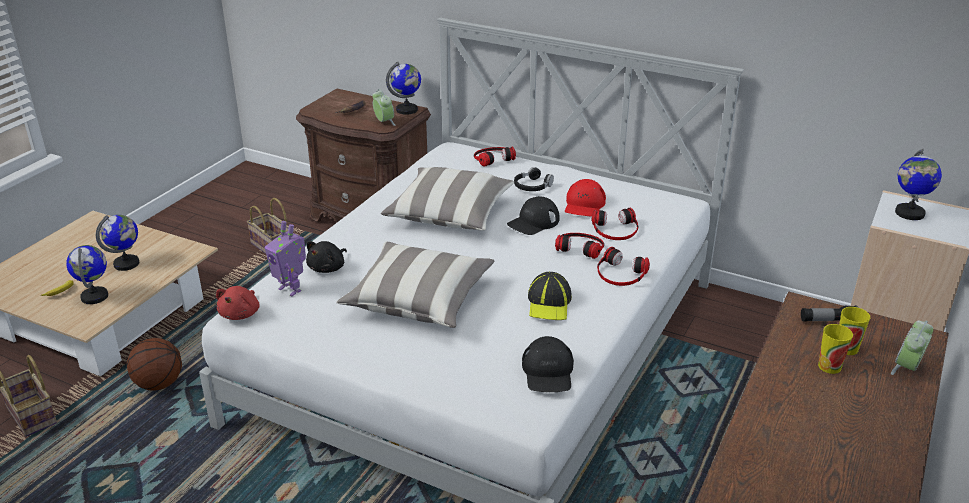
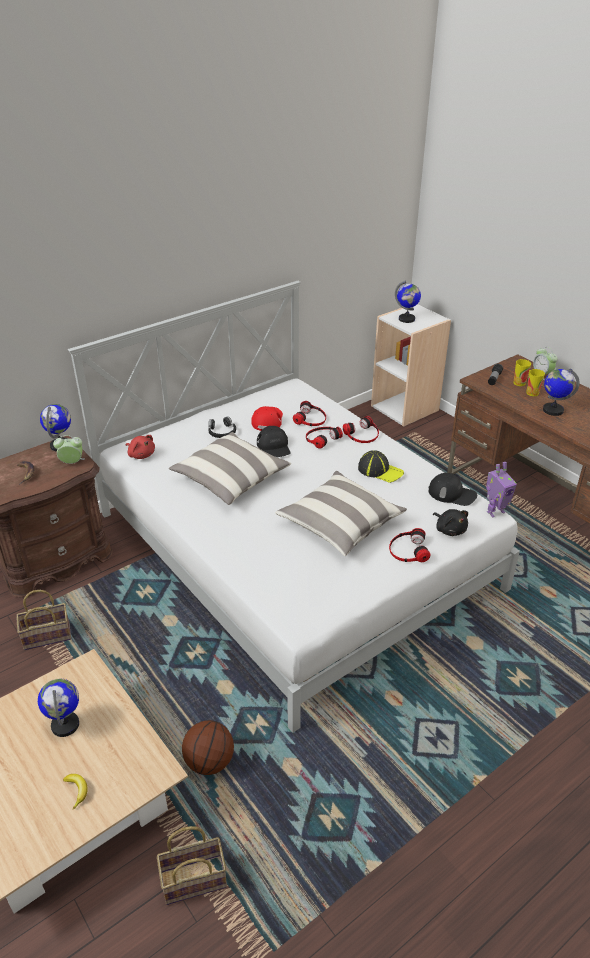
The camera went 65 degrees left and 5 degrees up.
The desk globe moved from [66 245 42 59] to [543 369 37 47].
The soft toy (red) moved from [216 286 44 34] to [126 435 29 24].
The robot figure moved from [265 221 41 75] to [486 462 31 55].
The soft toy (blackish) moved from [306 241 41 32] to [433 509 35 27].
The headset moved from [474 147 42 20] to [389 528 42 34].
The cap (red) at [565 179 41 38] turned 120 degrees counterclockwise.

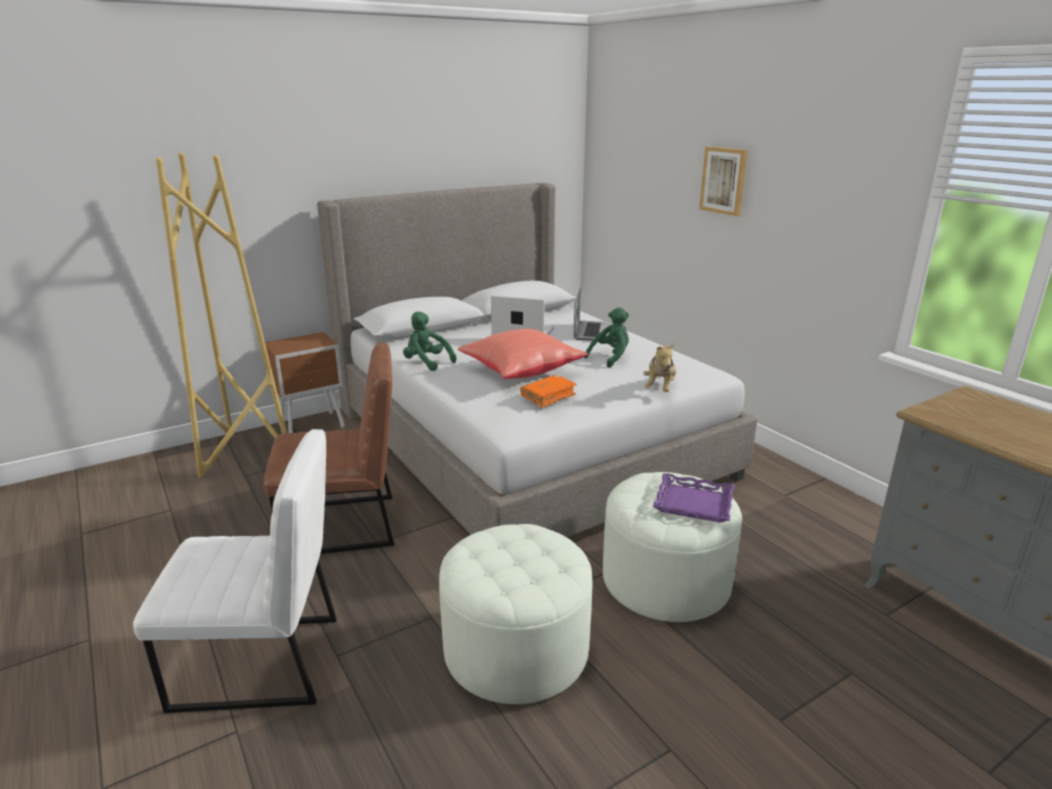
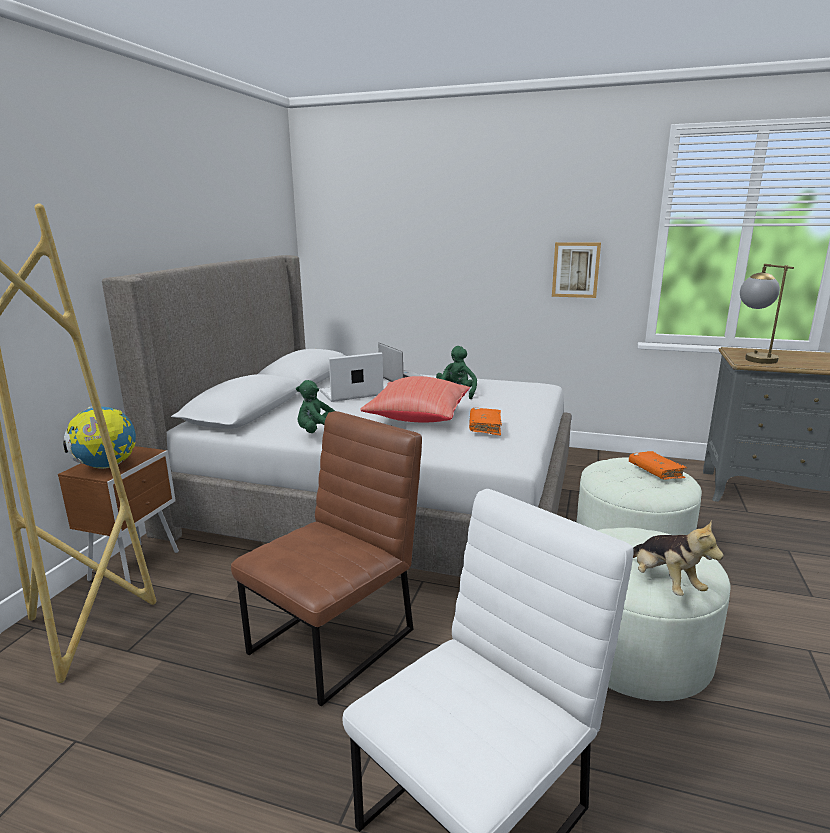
The camera went 40 degrees left and 5 degrees down.
The soft toy moved from [644 343 33 49] to [633 520 91 76].
The tray (purple) at [653 473 82 50] was replaced by the bound book (orange-coloured) at [629 451 58 29].
The wall art moved from [699 147 49 69] to [552 242 49 56].
The desk globe at [63 407 73 62] appeared.
The tabletop lamp at [740 264 54 100] appeared.

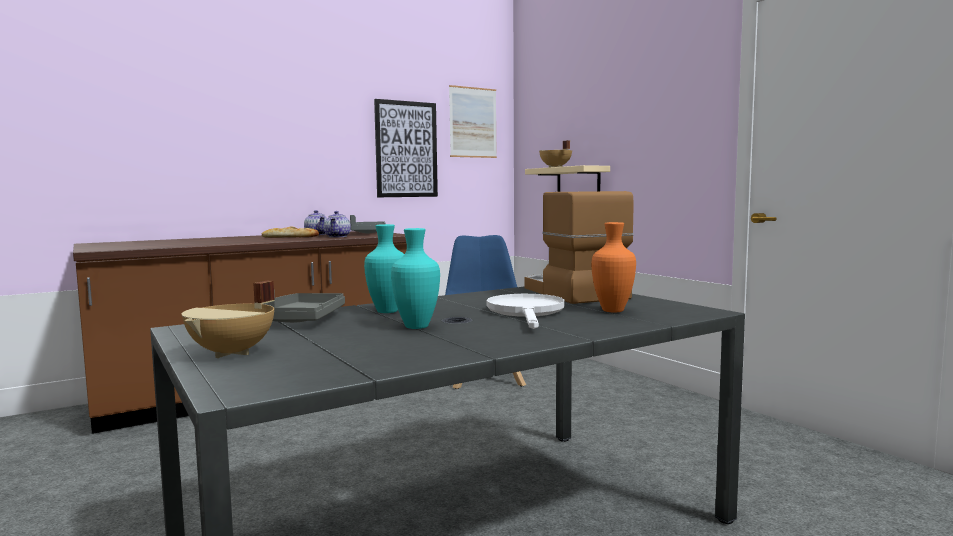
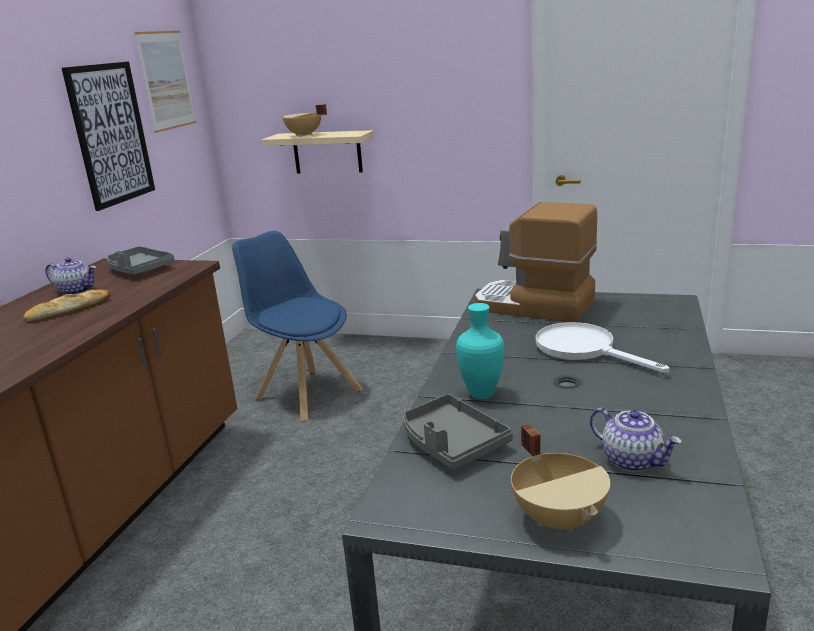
The camera went 40 degrees left and 15 degrees up.
The pot for tea moved from [324 211 27 26] to [590 408 92 64].
The vase (turquoise) at [391 228 49 101] disappeared.
The vase (orange-coloured) at [591 222 45 90] disappeared.

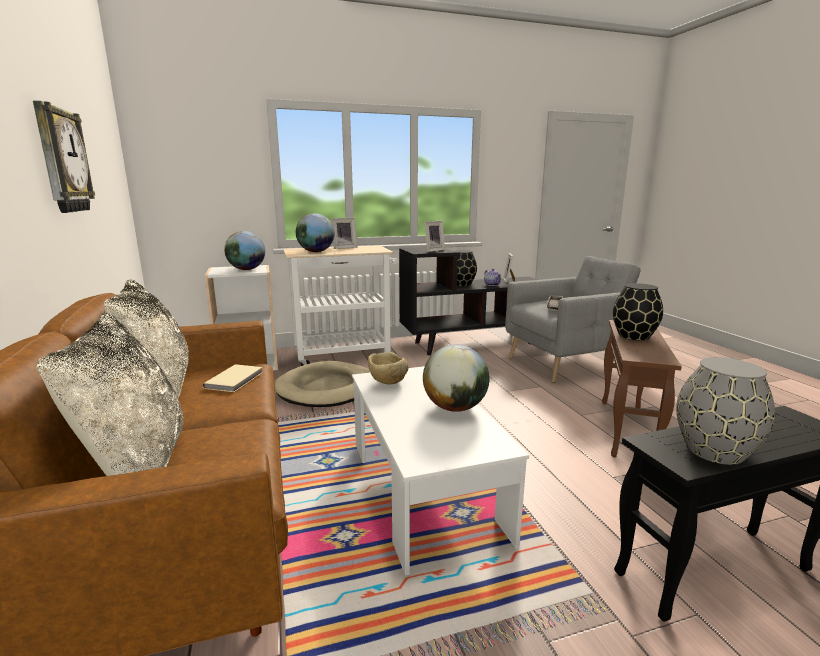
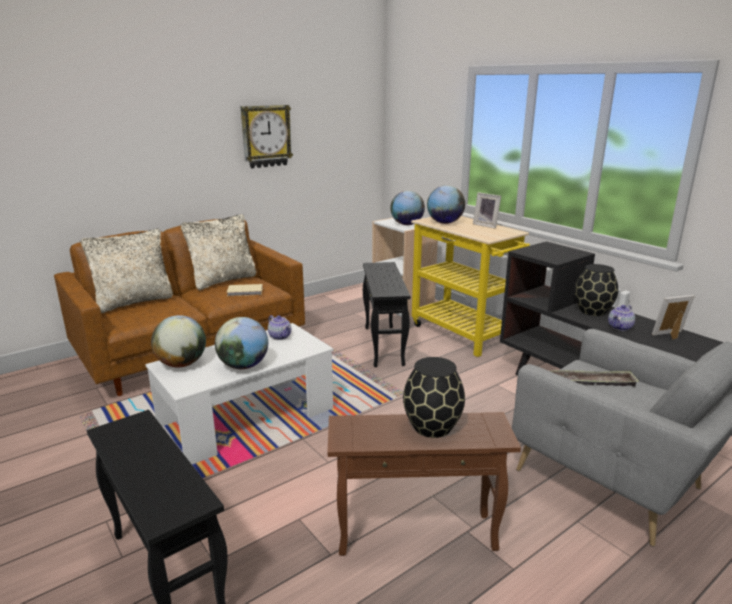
The camera went 70 degrees right and 5 degrees up.
The dog cushion (sand-coloured) at [275 361 95 46] was replaced by the accent table (blackish) at [363 262 48 105].
The trolley (white-coloured) at [283 246 116 120] became the trolley (yellowish) at [411 216 119 141].
The deep dish (sand-coloured) at [368 352 40 33] was replaced by the pot for tea at [268 315 23 25].
The photo frame at [425 221 20 31] disappeared.
The vase (gray) at [676 357 99 108] disappeared.
The desk globe at [151 315 55 53] appeared.

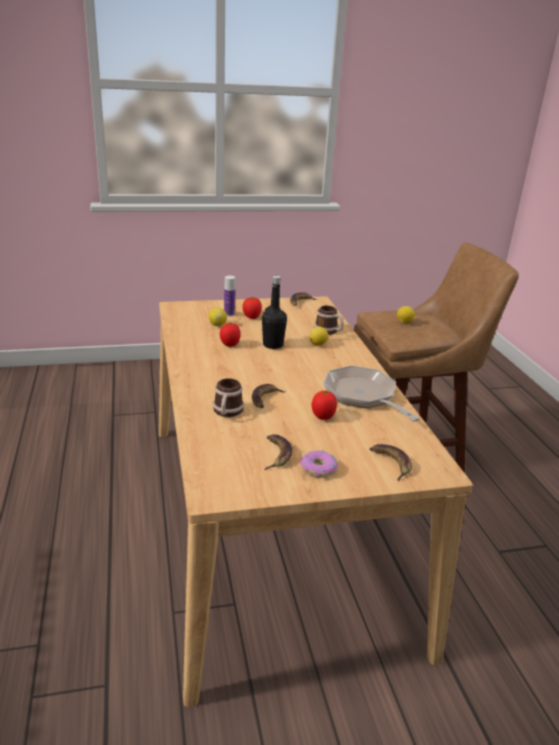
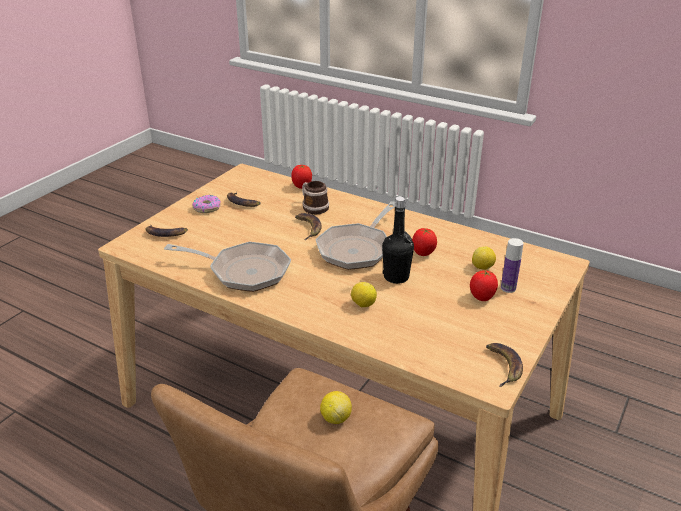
The camera went 135 degrees right and 5 degrees up.
The fresh tomato moved from [312 390 25 30] to [291 164 21 25].
The tea mug at [315 306 29 29] disappeared.
The skillet at [315 201 80 69] appeared.

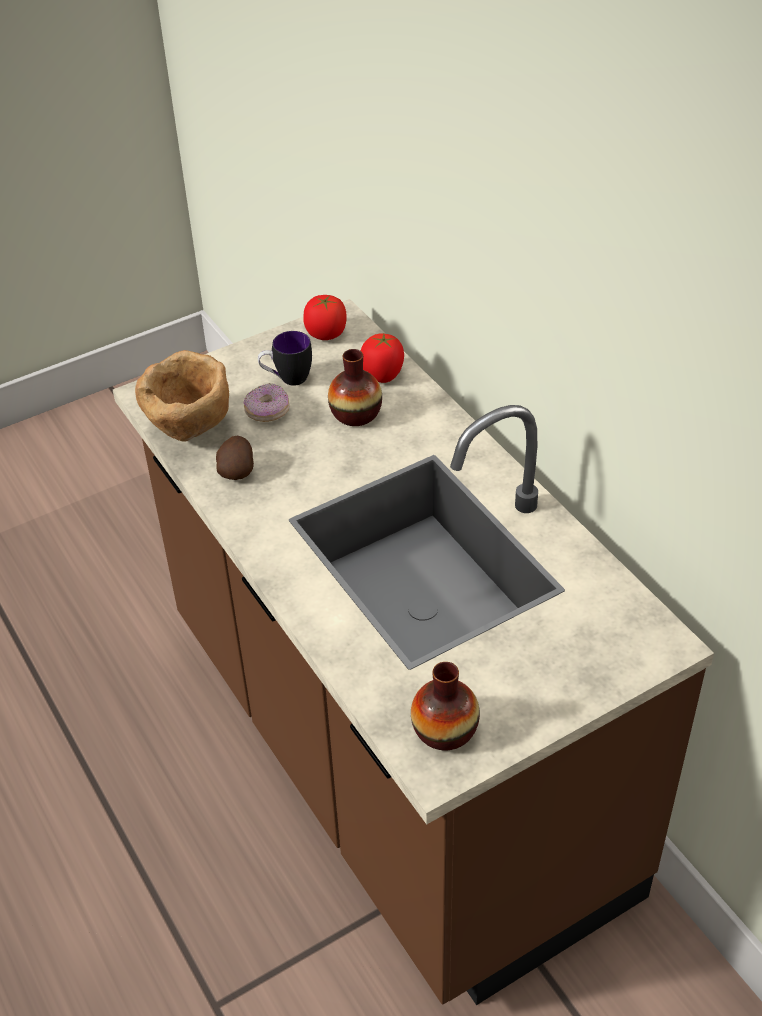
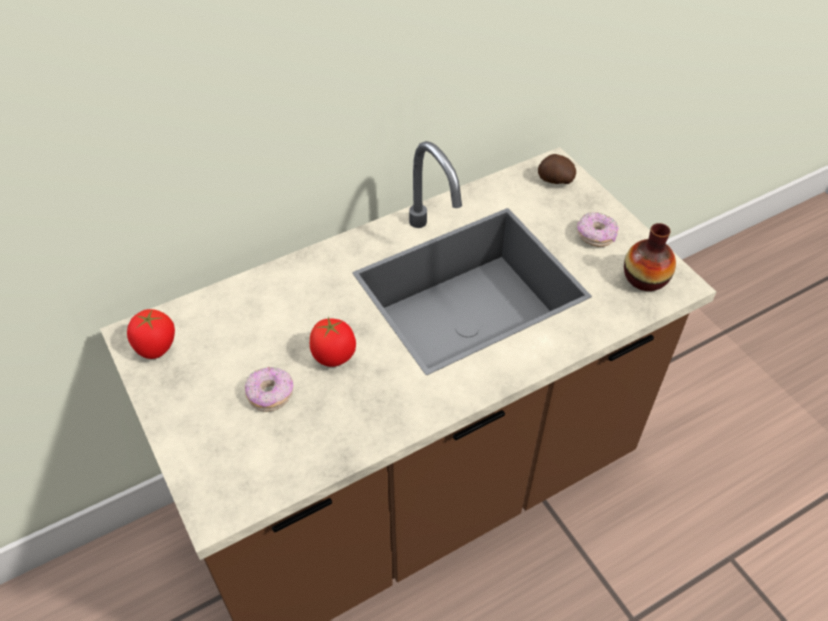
The camera went 90 degrees left and 5 degrees up.
The deep dish (brown) at [135 350 94 92] disappeared.
The whole potato moved from [216 436 38 44] to [538 154 38 30].
The tea mug at [258 331 54 55] disappeared.
The vase at [328 349 54 77] disappeared.
The fresh tomato moved from [361 333 43 50] to [310 317 46 50].
The donut at [577 212 42 35] appeared.

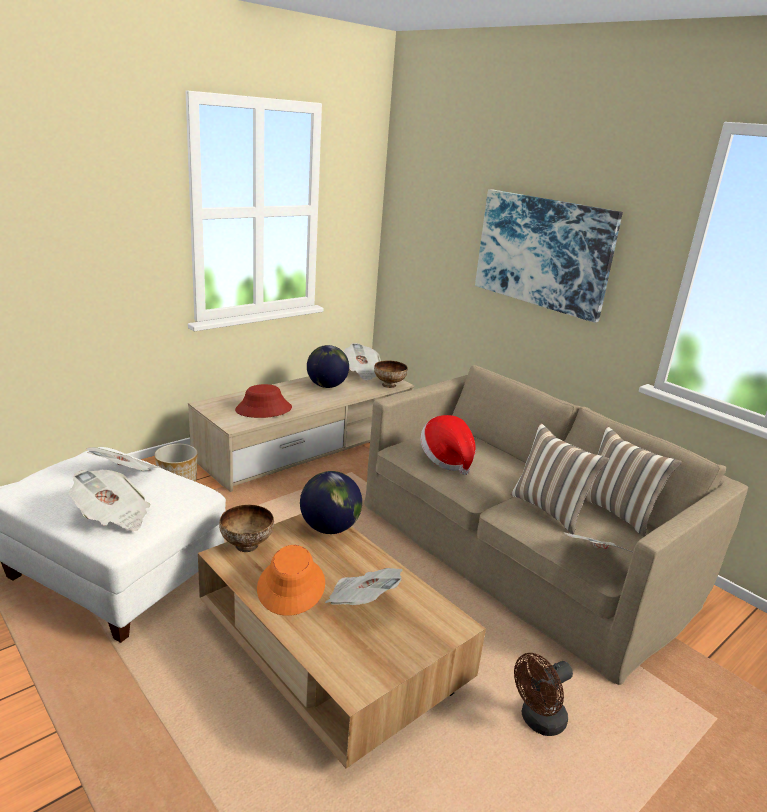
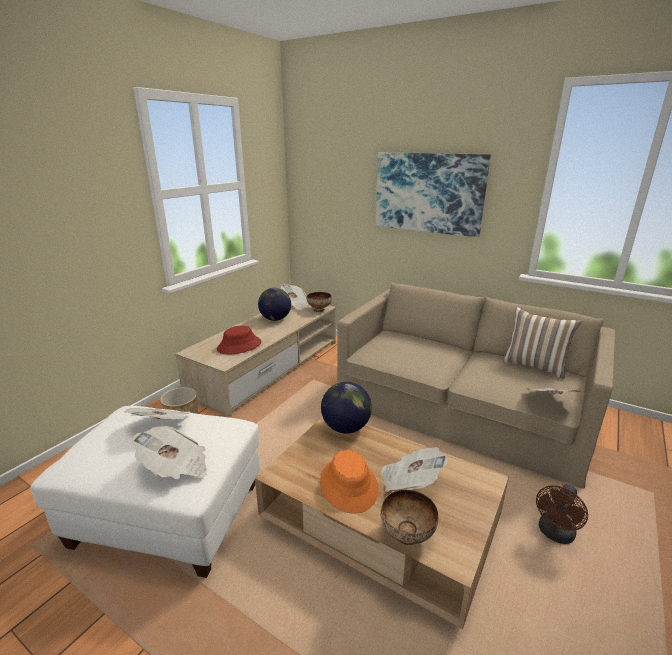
The camera went 15 degrees left and 0 degrees up.
The deep dish moved from [219 504 55 48] to [381 489 57 56].
The clothing hat at [420 415 56 60] disappeared.
The cushion at [511 424 98 110] disappeared.

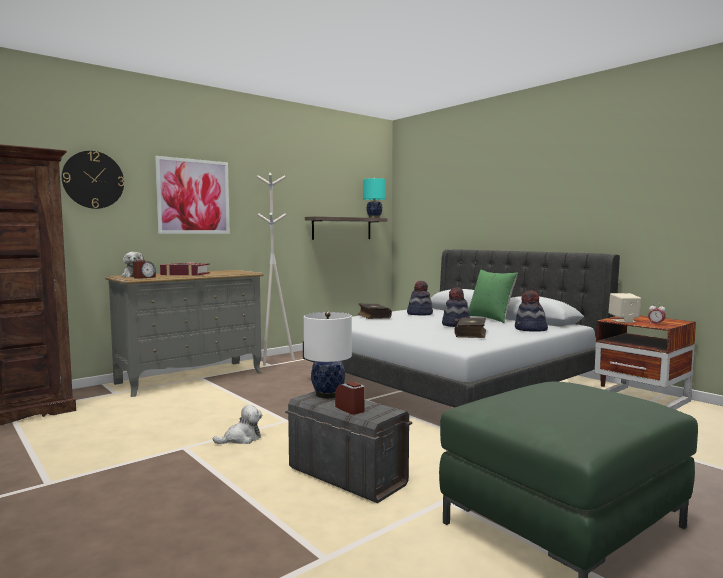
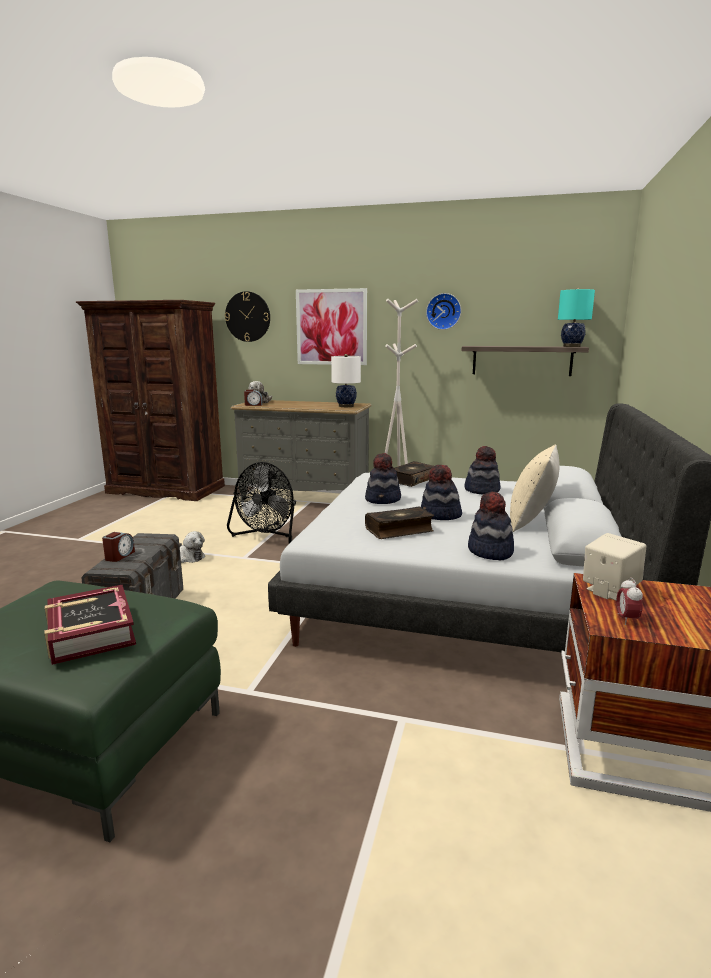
The camera went 55 degrees right and 10 degrees up.
The bound book moved from [160 262 50 14] to [45 585 91 80].
The tabletop lamp (white-coloured) moved from [304 311 48 87] to [331 354 30 53].
The cushion (green) at [469 270 49 53] became the cushion (sand-coloured) at [510 444 50 88].
The electric fan (blackish) at [227 462 69 82] appeared.
The clothing hat at [365 453 36 51] appeared.
The wall clock at [426 293 35 37] appeared.

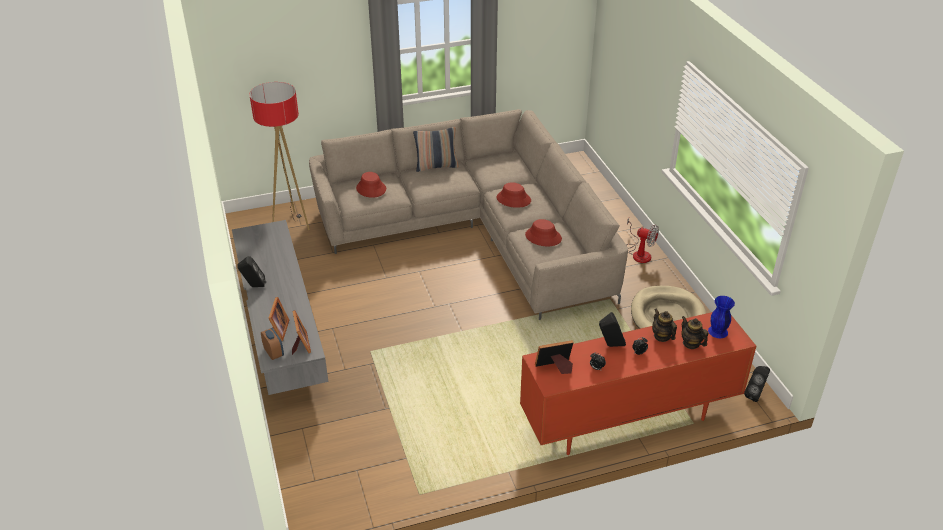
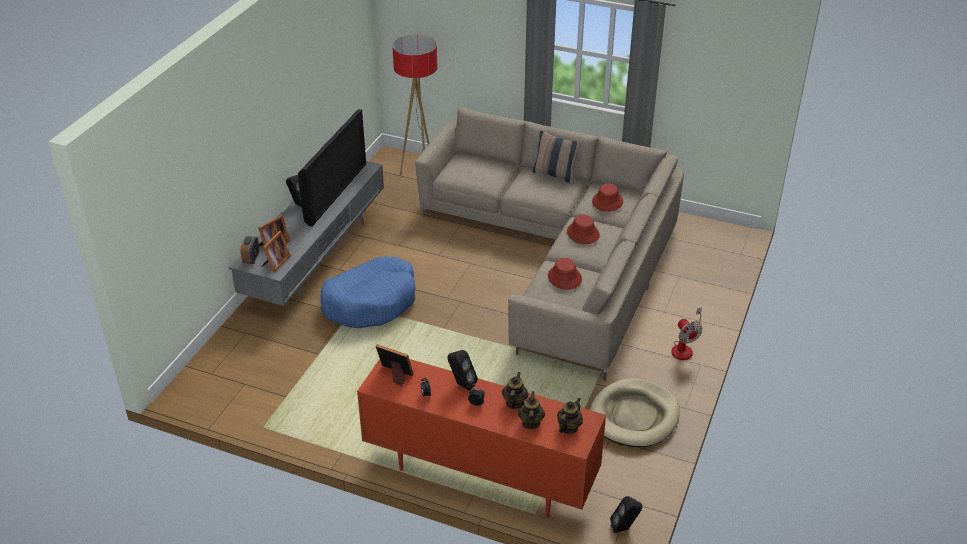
The camera went 40 degrees right and 0 degrees up.
The clothing hat (red) moved from [356 172 30 26] to [592 184 31 28].
The vase (blue) at [708 296 27 42] was replaced by the pot for tea at [557 397 26 37].
The TV at [298 109 68 118] appeared.
The dog cushion (blue) at [321 256 95 72] appeared.

